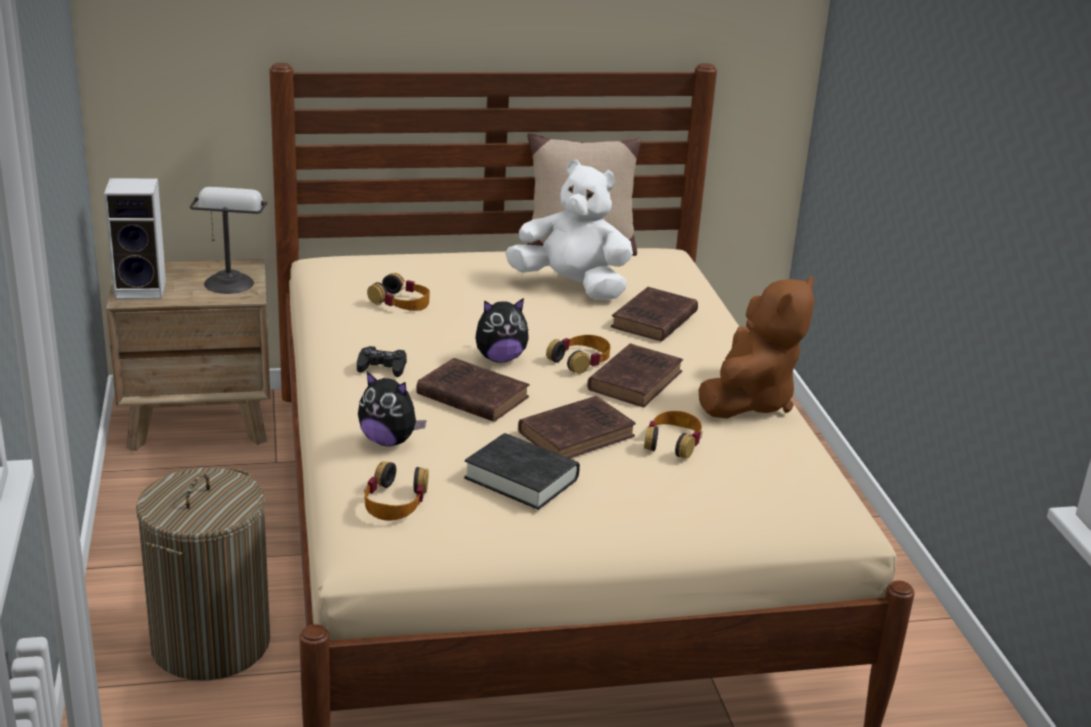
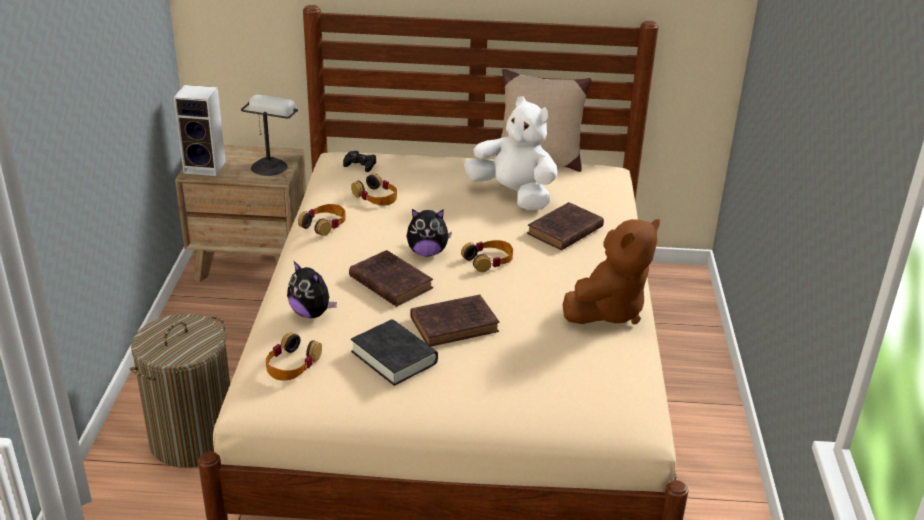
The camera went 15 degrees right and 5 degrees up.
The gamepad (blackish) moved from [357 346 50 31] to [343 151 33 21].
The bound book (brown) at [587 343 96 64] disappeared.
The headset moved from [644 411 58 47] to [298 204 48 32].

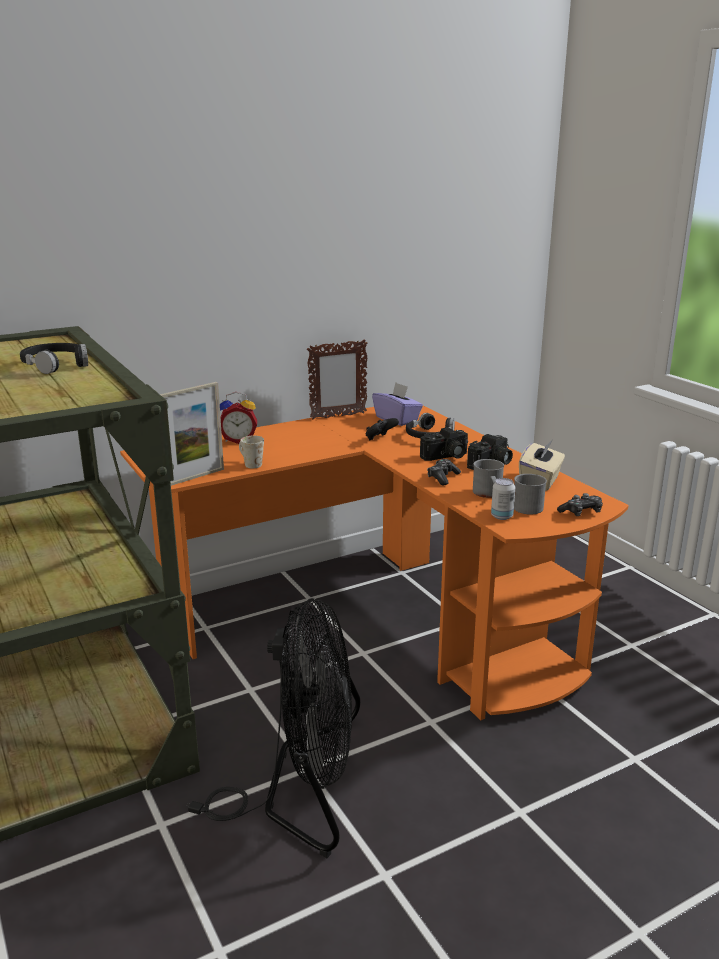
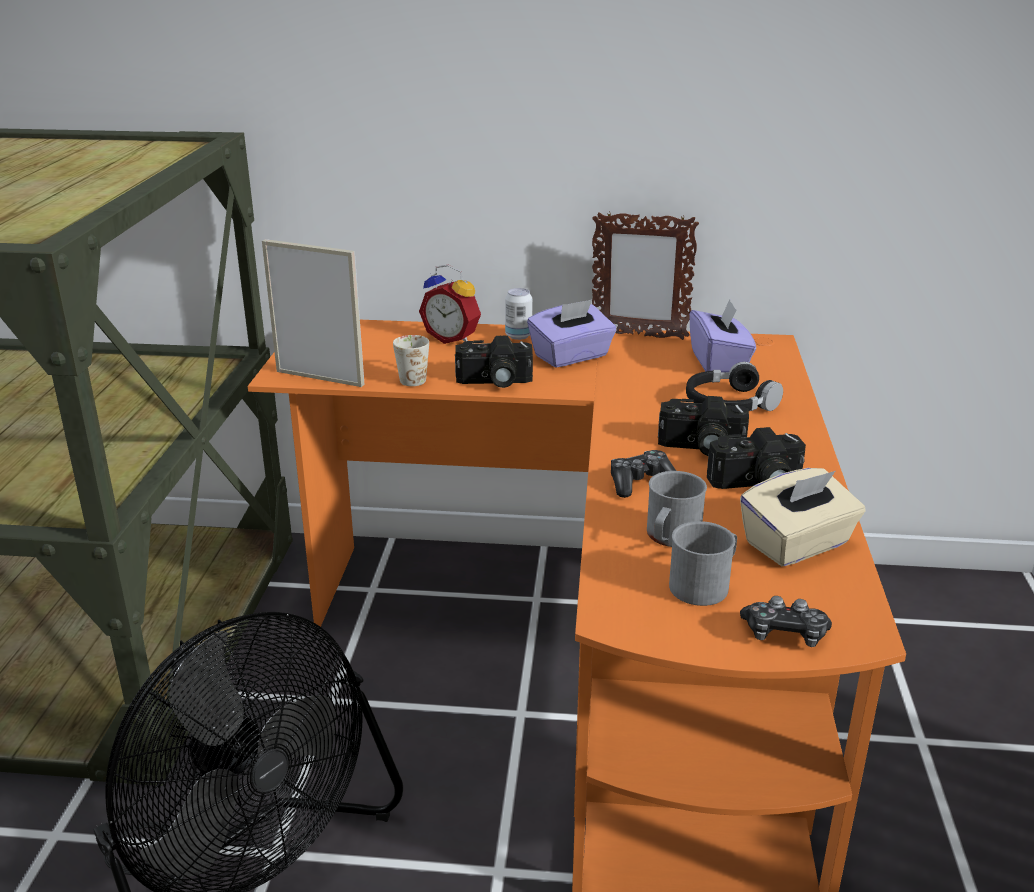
The camera went 35 degrees right and 5 degrees up.
The headset (blackish) at [20 343 68 31] disappeared.
The photo frame at [160 382 64 104] turned 150 degrees counterclockwise.
The gamepad (blackish) at [365 418 34 22] disappeared.
The can moved from [491 478 24 42] to [505 288 27 52].
The photo camera at [455 336 78 52] appeared.
The tissue holder (purple) at [527 299 90 69] appeared.

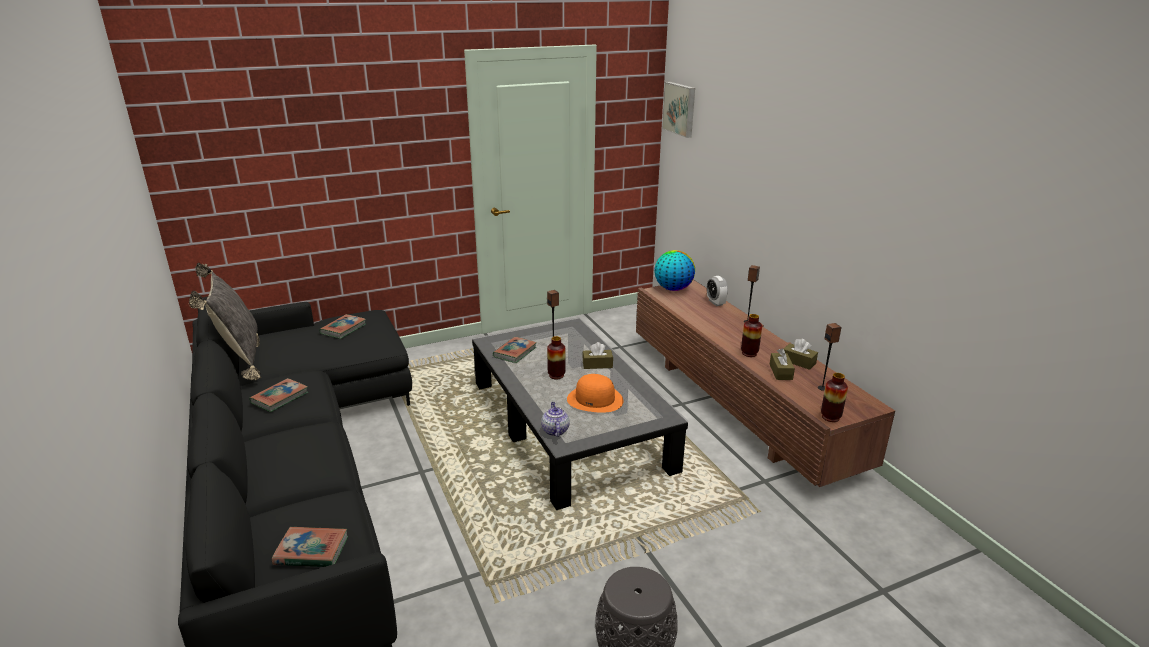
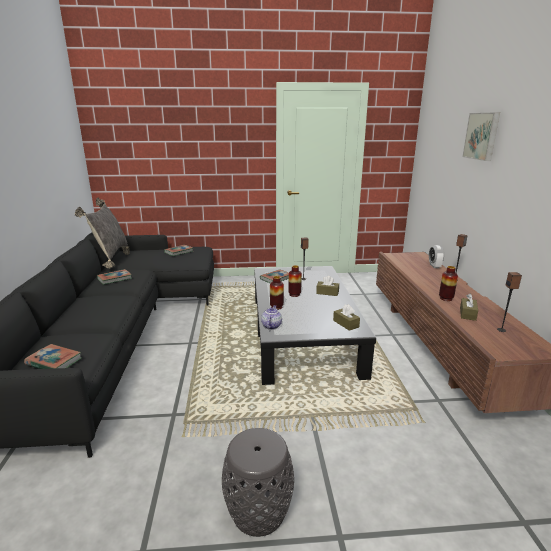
The camera went 20 degrees right and 5 degrees down.
The clothing hat (orange-coloured) at [567 374 56 39] disappeared.
The desk globe at [654 250 41 41] disappeared.
The wall art moved from [662 82 33 56] to [462 113 38 48].
The tissue holder (brown) moved from [784 339 34 31] to [333 305 27 26].
The vase moved from [821 373 27 49] to [270 276 14 34].

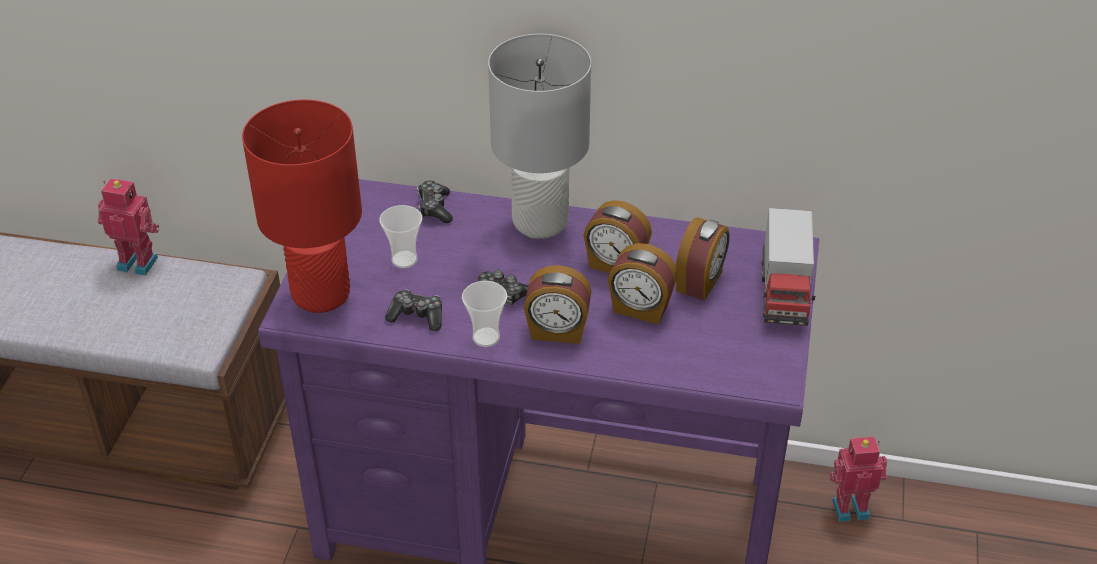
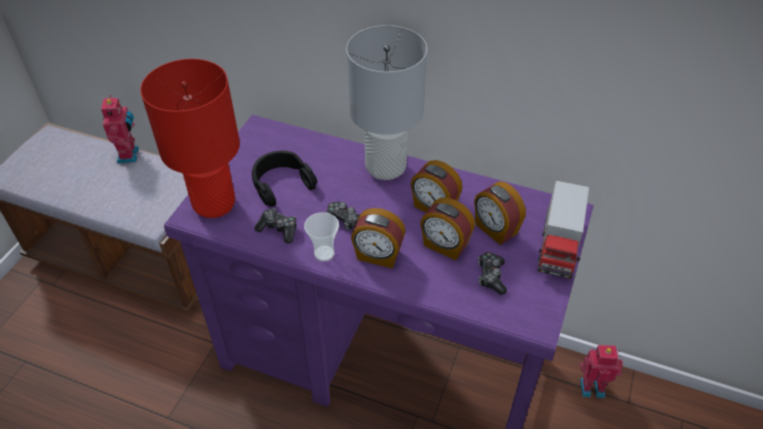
The camera went 10 degrees right and 5 degrees up.
The robot figure at [98 178 61 98] turned 60 degrees clockwise.
The cup at [379 205 43 63] was replaced by the headset (blackish) at [252 151 65 56].
The gamepad moved from [417 181 36 42] to [478 252 29 43].
The table clock at [676 217 54 84] turned 105 degrees clockwise.

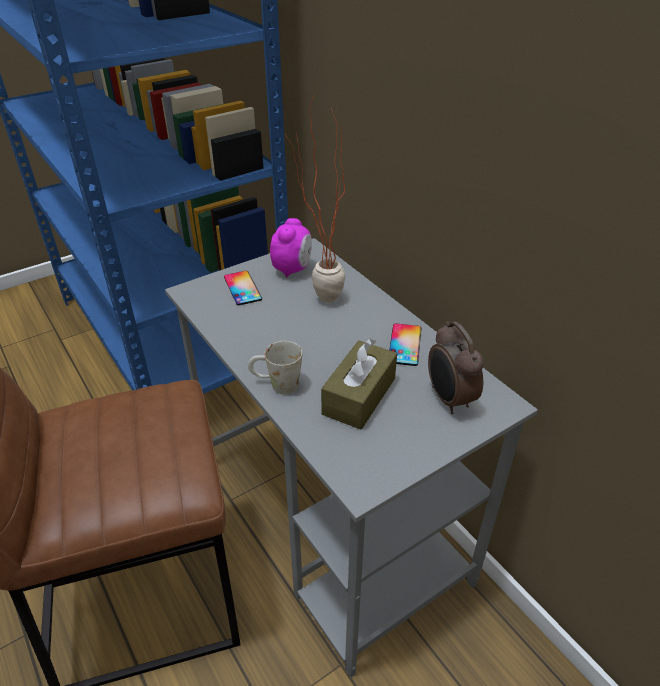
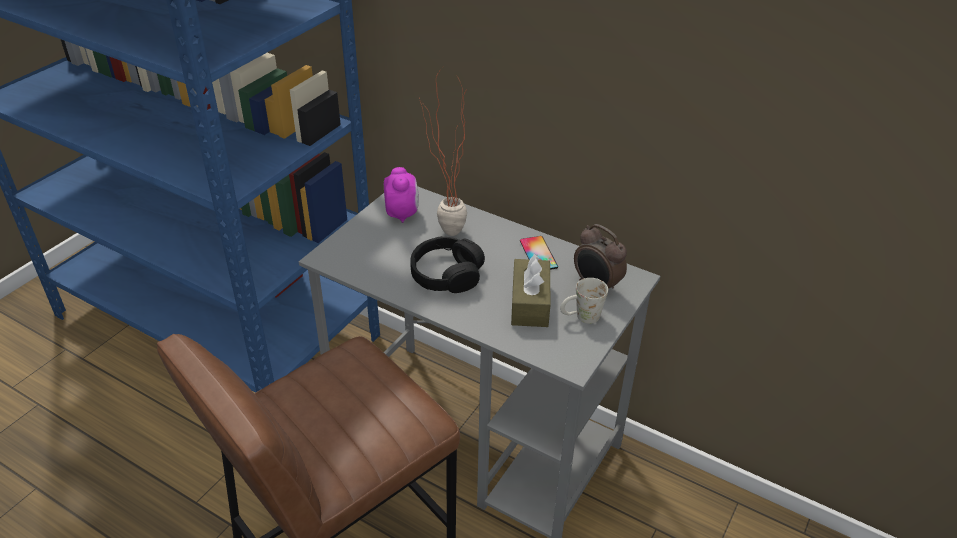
The camera went 25 degrees left and 0 degrees up.
The phone at [224 271 38 34] disappeared.
The tea mug (white-coloured) moved from [248 341 54 53] to [560 278 48 46].
The headset (blackish) at [410 236 75 57] appeared.

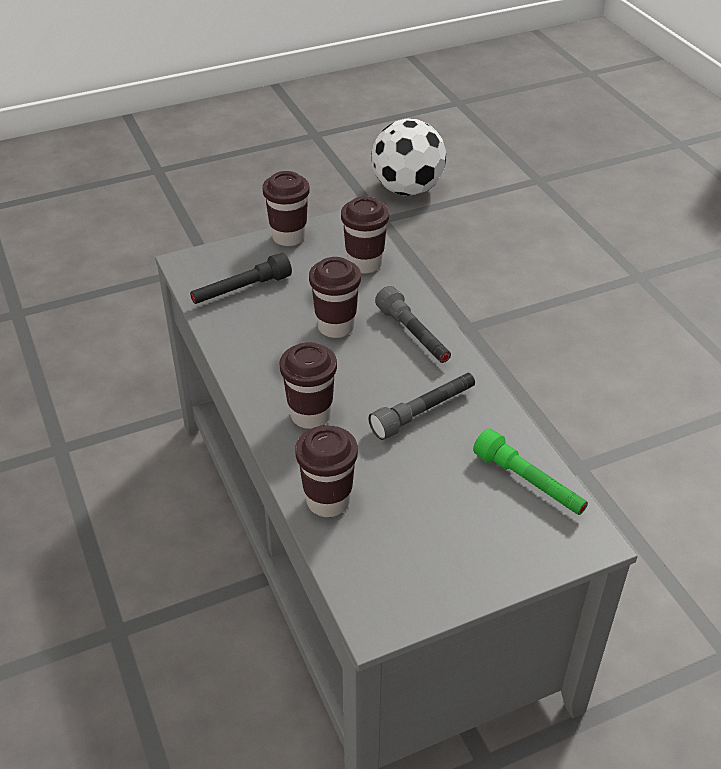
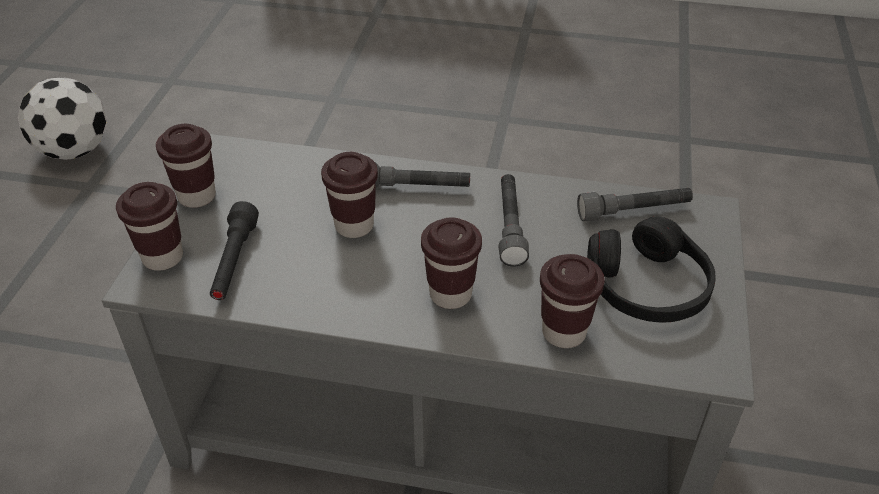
The camera went 55 degrees left and 0 degrees up.
The cup (brown) moved from [341 196 48 78] to [116 182 67 89].
The hand torch (green) at [473 428 115 87] became the hand torch (gray) at [577 188 116 33].
The headset (blackish) at [587 217 129 106] appeared.

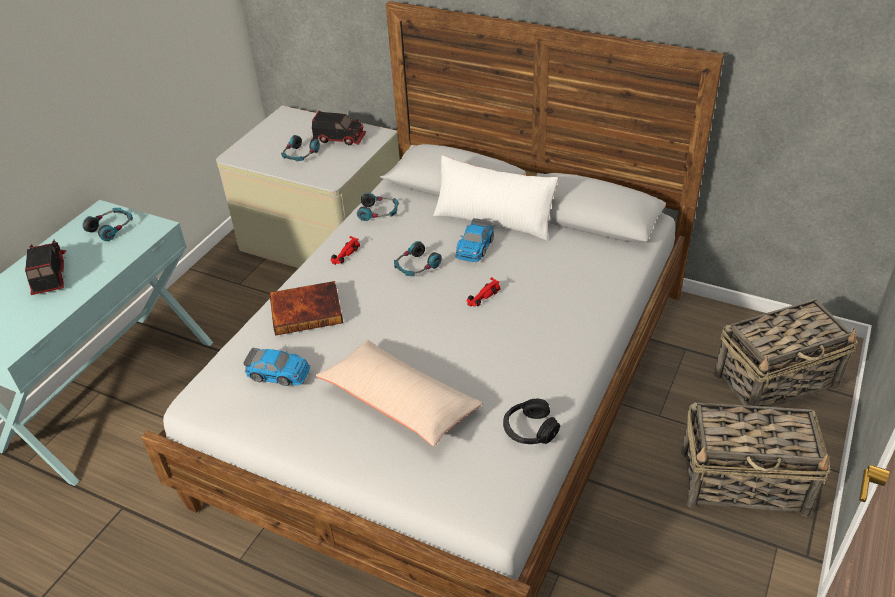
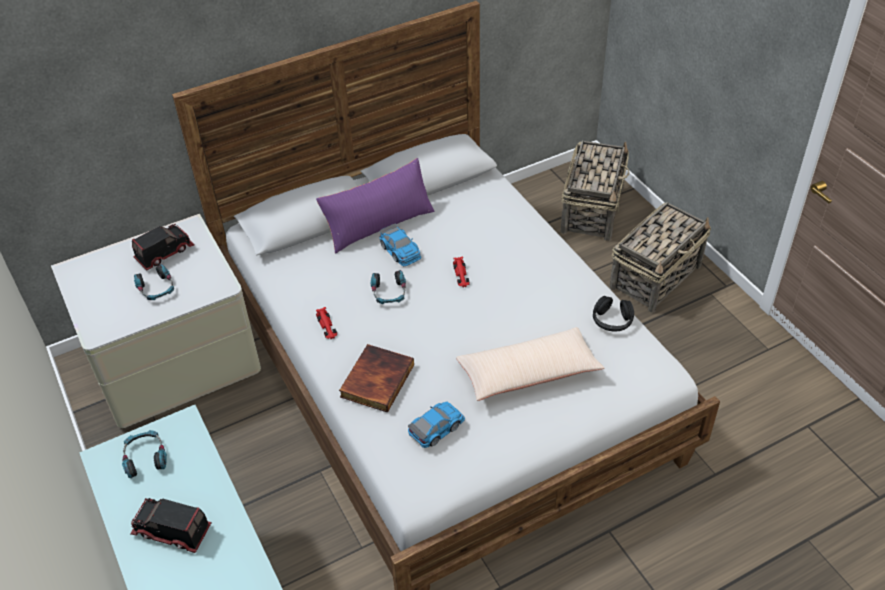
The camera went 55 degrees left and 5 degrees up.
The headset at [357 193 42 28] disappeared.
The cushion (white-coloured) at [433 155 125 86] became the cushion (purple) at [316 158 118 96].

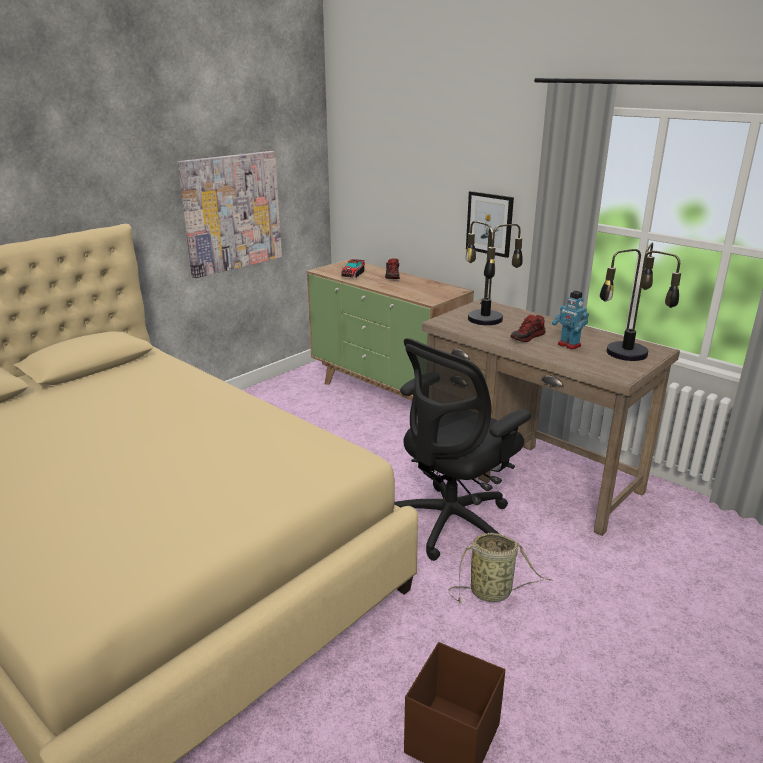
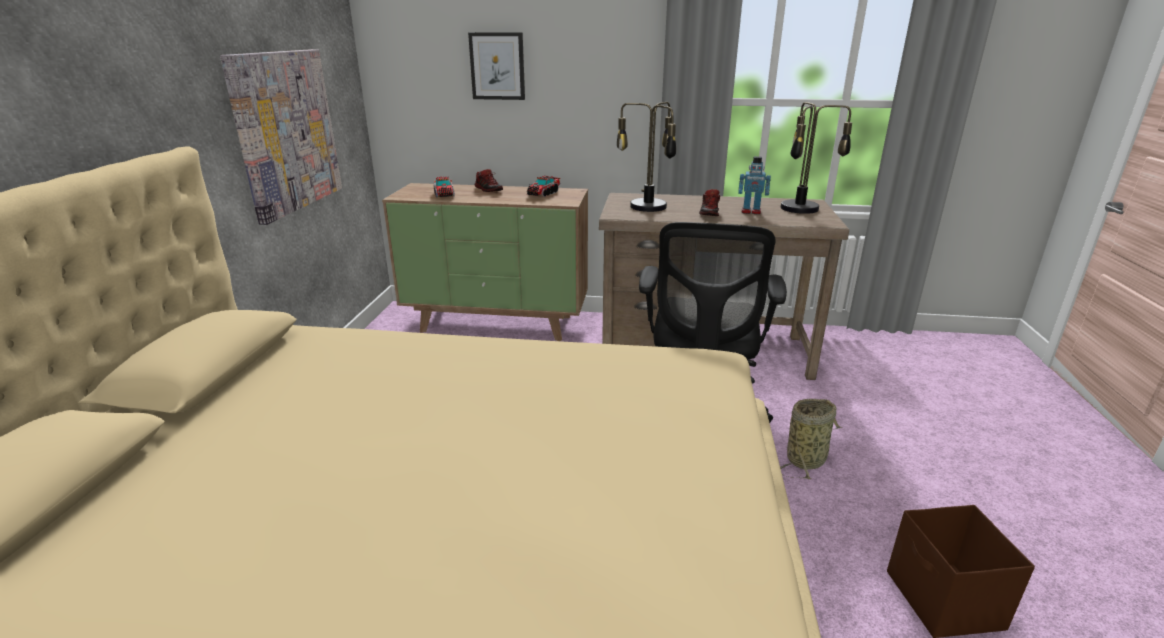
The camera went 35 degrees left and 0 degrees up.
The wall art moved from [466 191 48 67] to [468 32 57 68].
The model truck at [527 176 33 21] appeared.

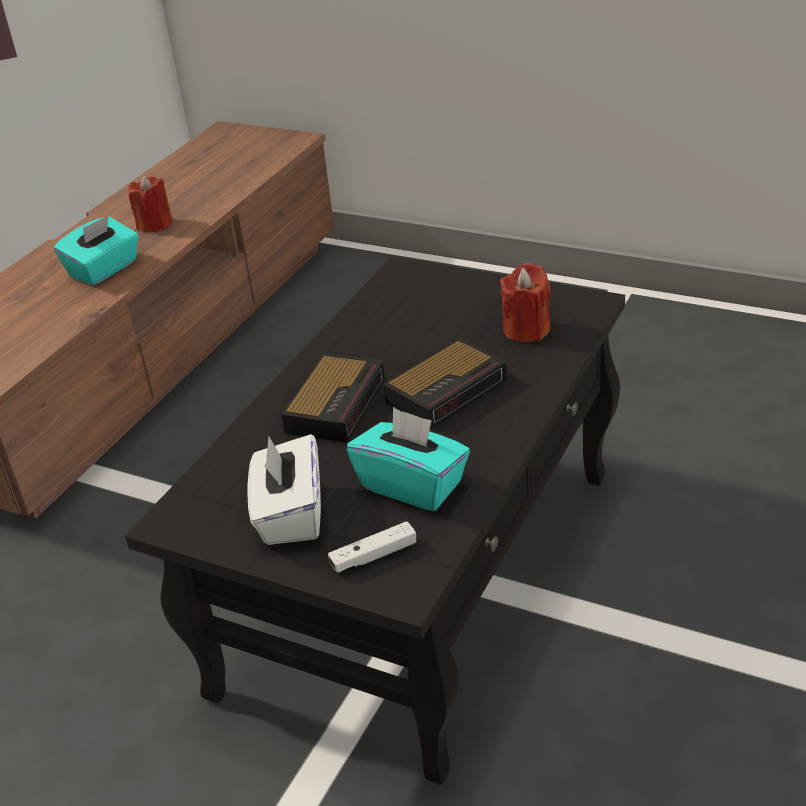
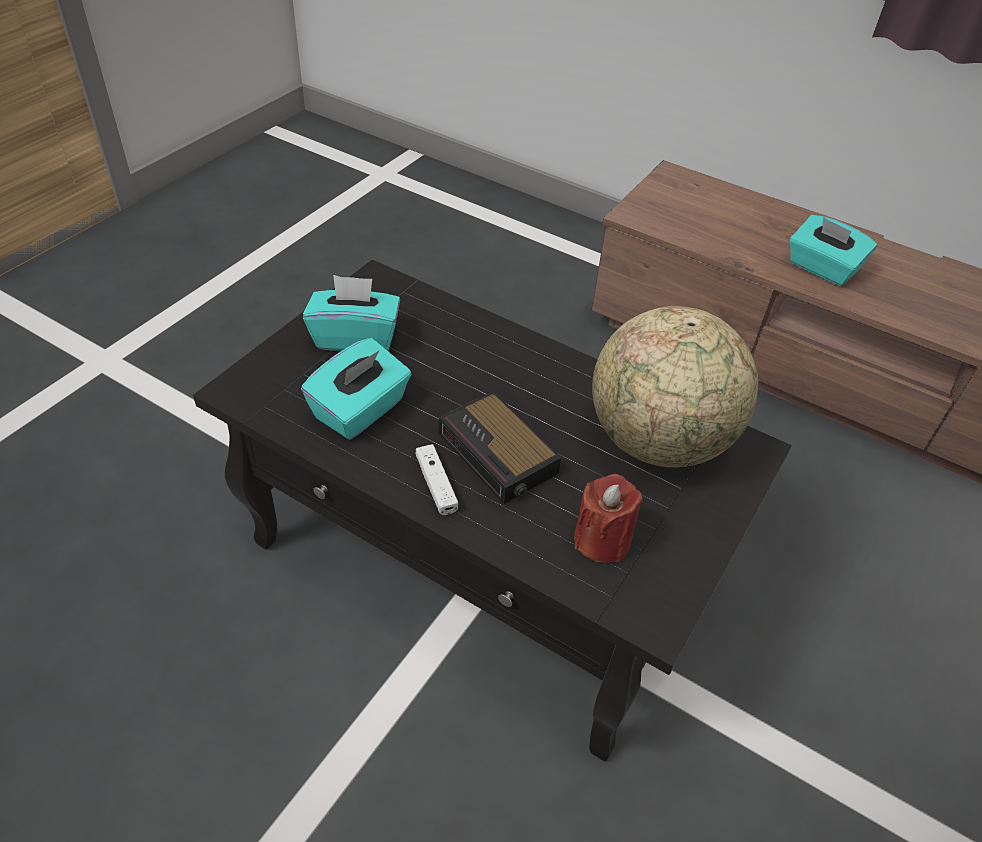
The camera went 90 degrees right and 10 degrees up.
The wax candle (red) at [128 175 45 57] disappeared.
The tissue holder (white-coloured) at [248 434 73 111] became the tissue holder (turquoise) at [303 275 97 76].
The table clock at [281 354 104 89] disappeared.
The gamepad (white-coloured) moved from [328 521 89 51] to [416 444 42 71].
The desk globe at [592 306 166 161] appeared.

